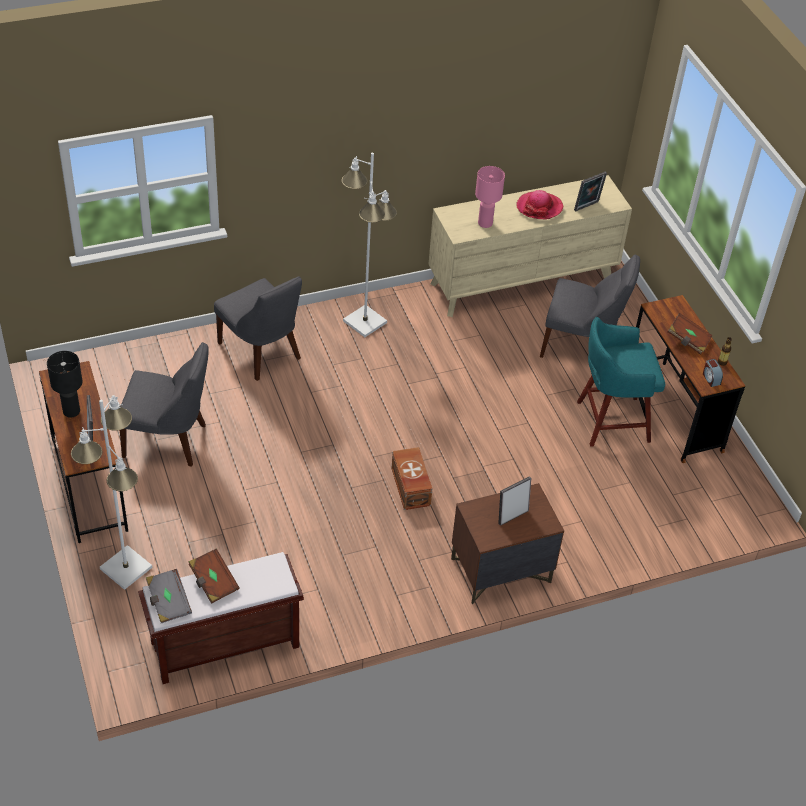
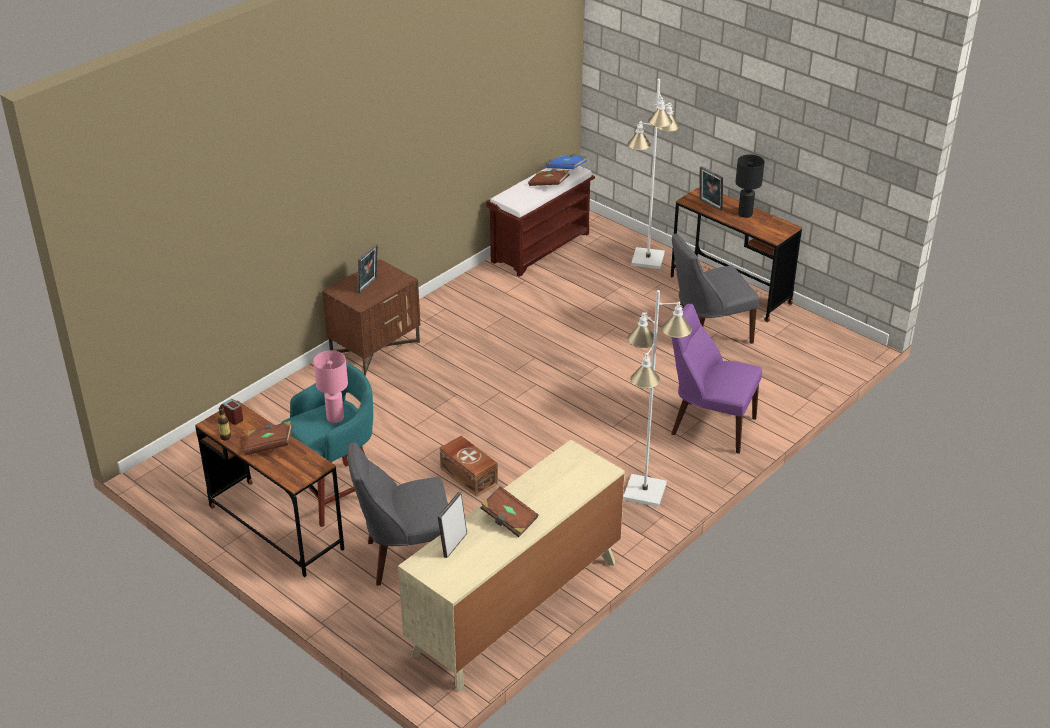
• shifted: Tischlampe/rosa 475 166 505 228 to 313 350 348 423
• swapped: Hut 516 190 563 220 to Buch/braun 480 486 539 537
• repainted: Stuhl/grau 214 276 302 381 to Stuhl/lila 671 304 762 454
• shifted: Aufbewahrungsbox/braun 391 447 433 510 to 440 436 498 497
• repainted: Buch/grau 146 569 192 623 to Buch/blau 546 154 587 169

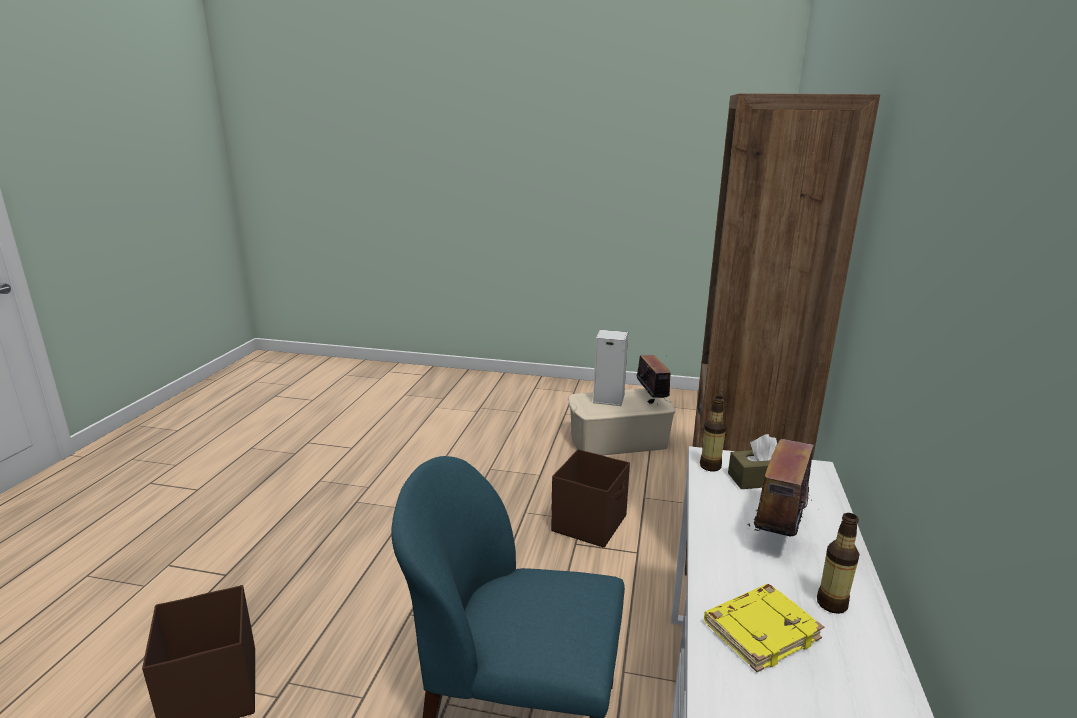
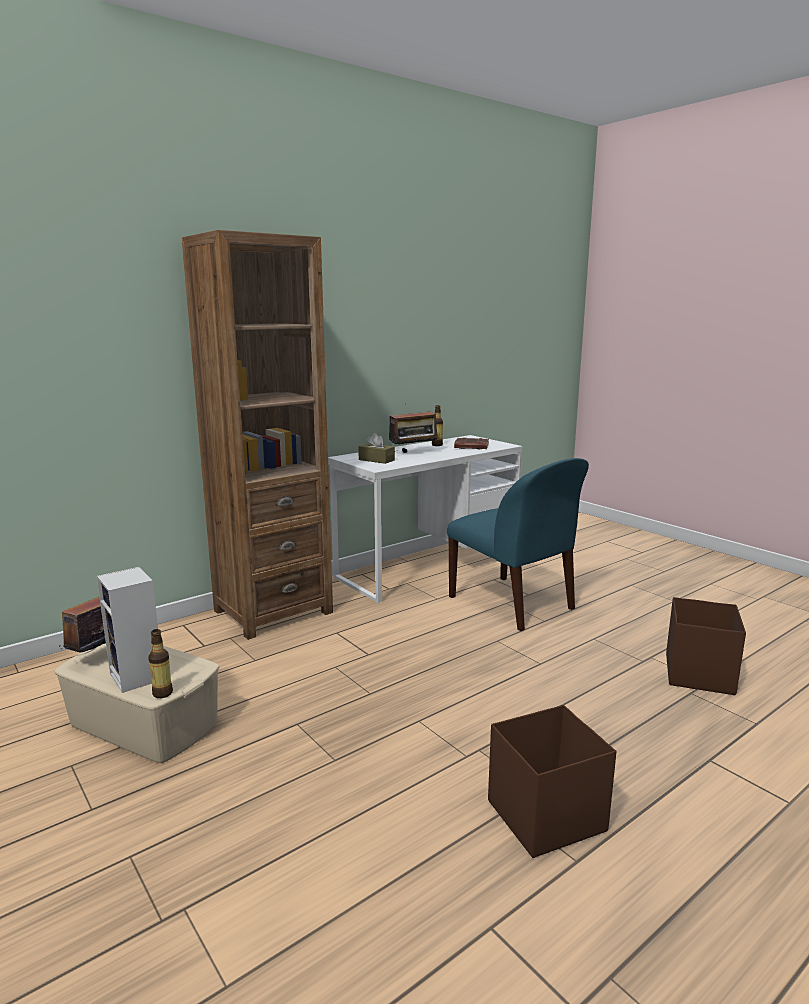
• shifted: Flasche 700 396 726 471 to 148 629 173 698
• shifted: Aufbewahrungsbox/braun 551 449 630 548 to 488 705 616 858
• repainted: Buch/gelb 704 584 824 672 to Buch/braun 454 437 489 449

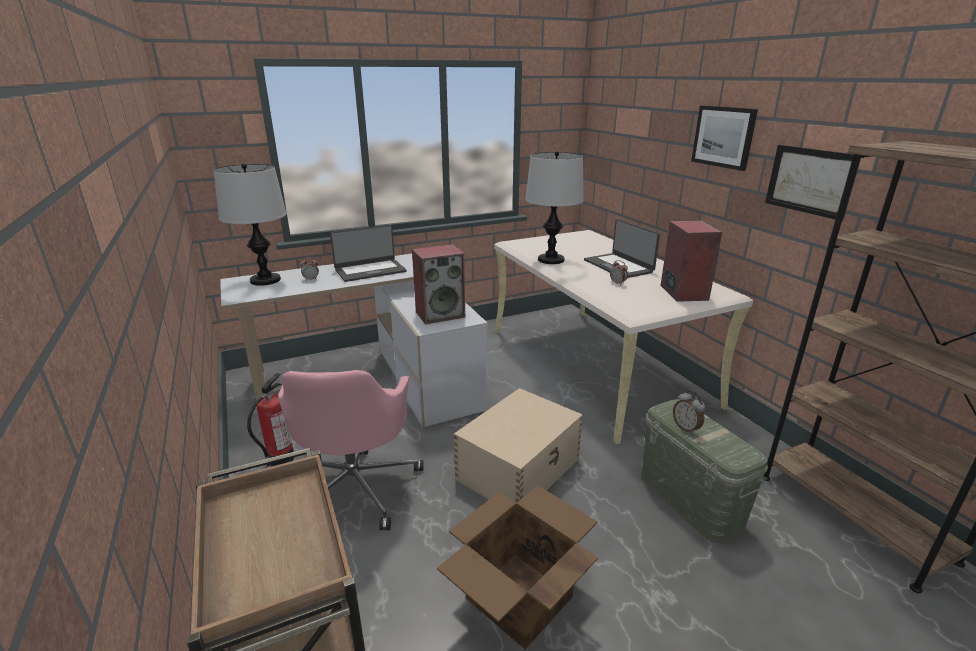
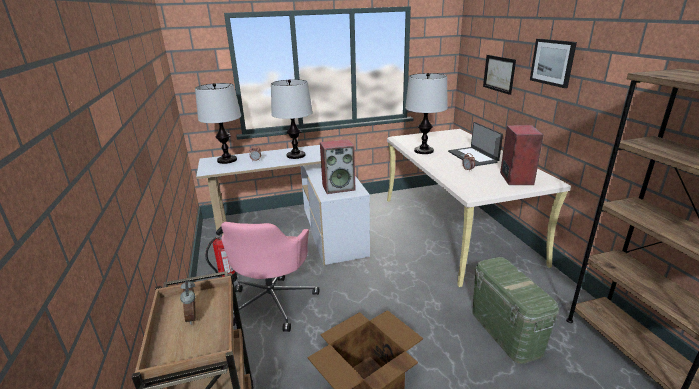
• shifted: Bild 765 145 861 221 to 483 55 516 95
• swapped: Laptop 330 225 407 282 to Tischlampe 271 79 313 159
• gone: Aufbewahrungsbox/beige 454 388 583 503
• shifted: Wecker 673 391 705 434 to 180 280 196 325

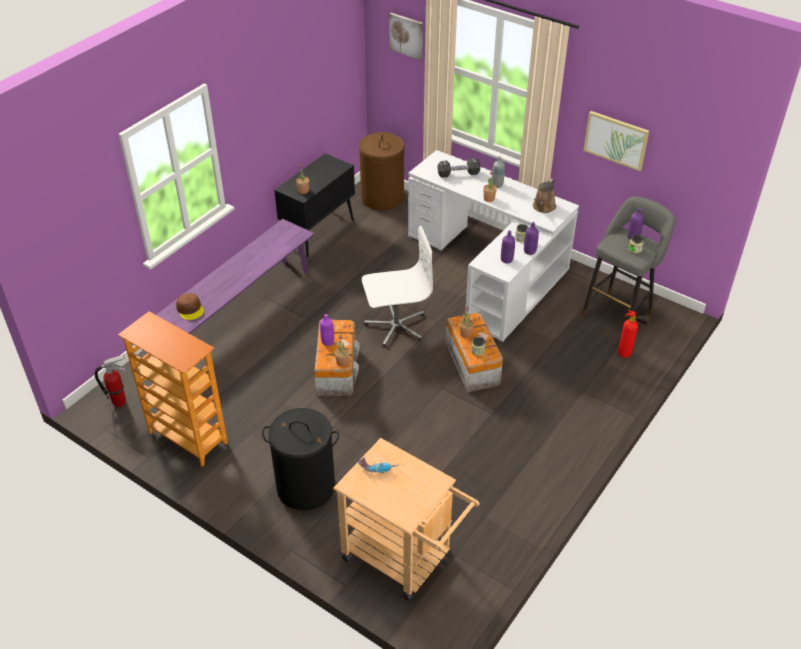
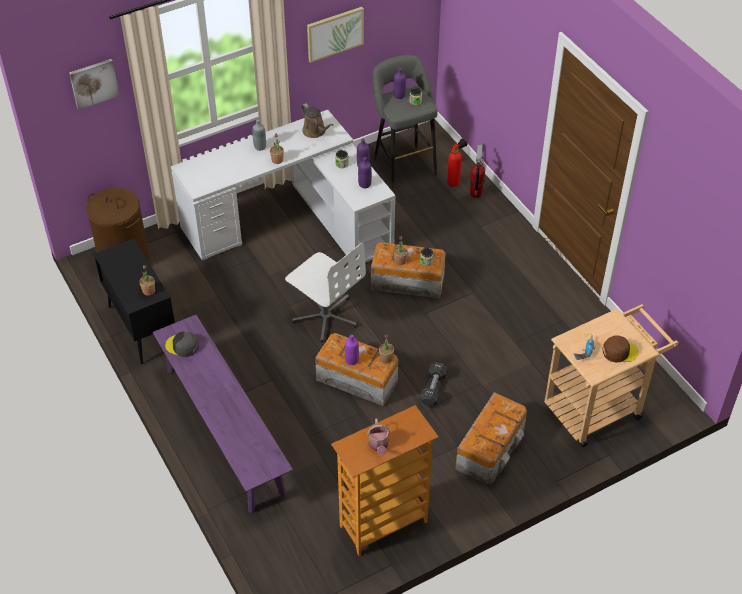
• shifted: Hantel/schwarz 438 158 480 178 to 420 362 448 407
• rotated: Bürostuhl/weiß 362 226 433 347 = 285 243 366 342 120 degrees clockwise
• shifted: Kappe/braun 176 293 204 320 to 603 335 638 362
• shifted: Feuerlöscher 95 355 127 407 to 470 144 485 198
• swapped: Wäschekorb/schwarz 262 408 339 510 to Aufbewahrungsbox 456 392 527 484
• new: Kappe/grau 165 331 199 357
• new: Gießkanne 367 418 390 456

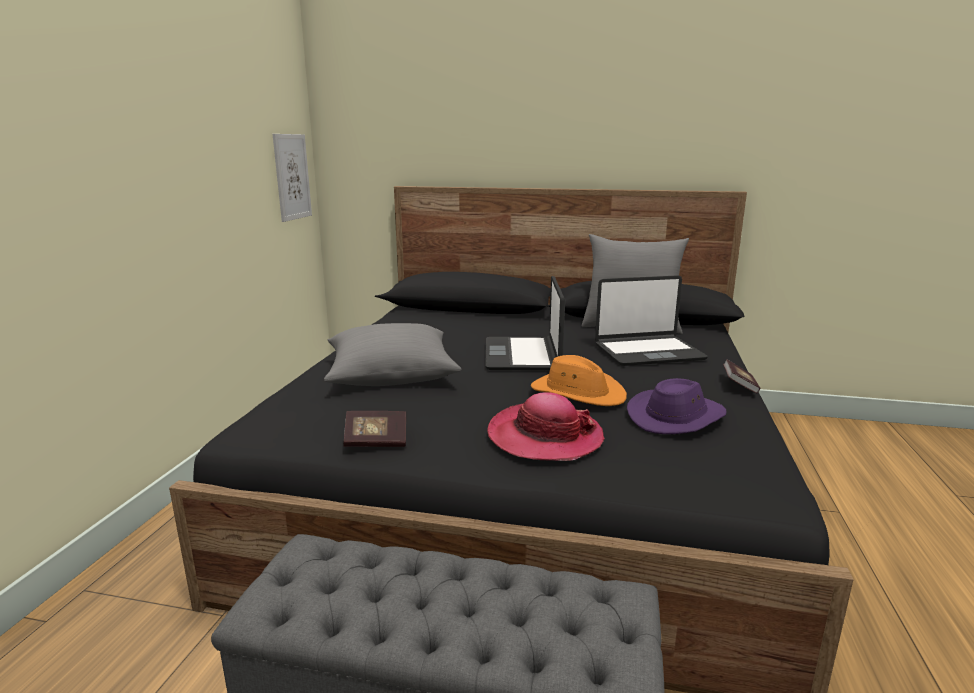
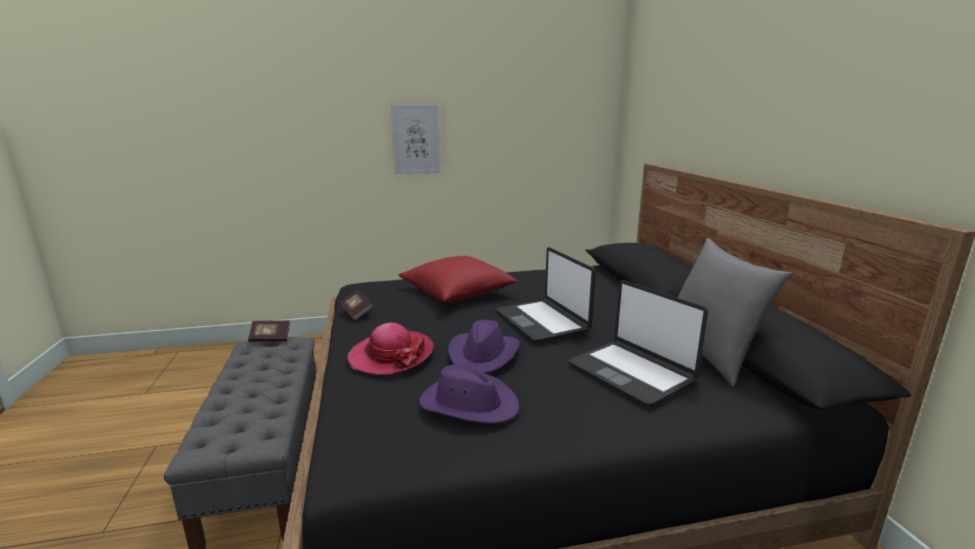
• shifted: Bild 273 134 312 222 to 391 104 441 174
• rotated: Laptop 485 276 565 370 = 496 247 596 342 90 degrees counterclockwise
• repainted: Kissen/grau 324 323 461 386 to Kissen/rot 399 256 518 302
• repainted: Hut/orange 531 355 627 406 to Hut/lila 448 320 520 373
• shifted: Buch 723 359 760 394 to 248 321 290 342

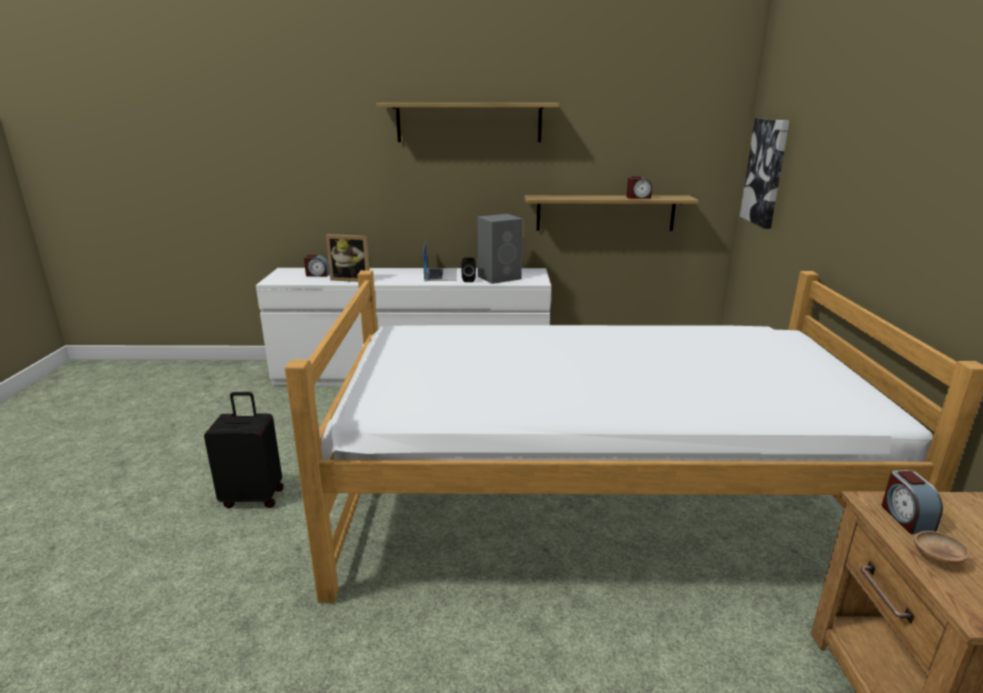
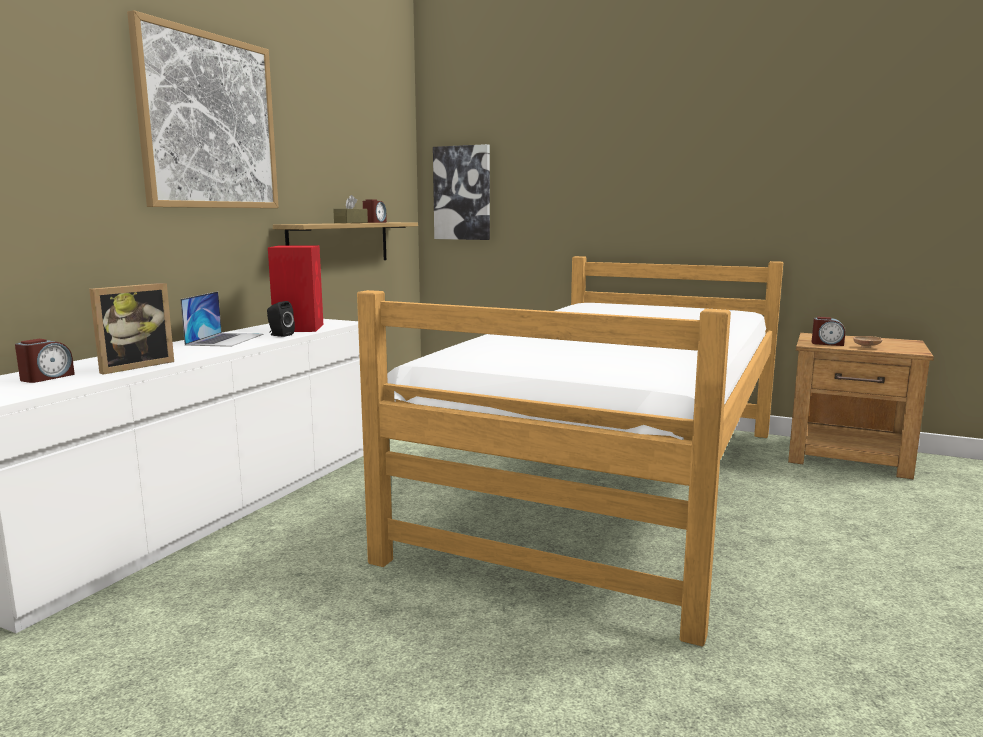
• swapped: Wandregal 376 103 559 142 to Bild 127 10 279 208
• repainted: Lautsprecher/grau 477 214 523 284 to Lautsprecher/rot 268 245 323 332
• rotated: Laptop 423 241 457 281 = 180 291 264 347 75 degrees clockwise
• gone: Koffer/schwarz 204 392 284 508
• new: Taschentuchbox/braun 333 195 368 223

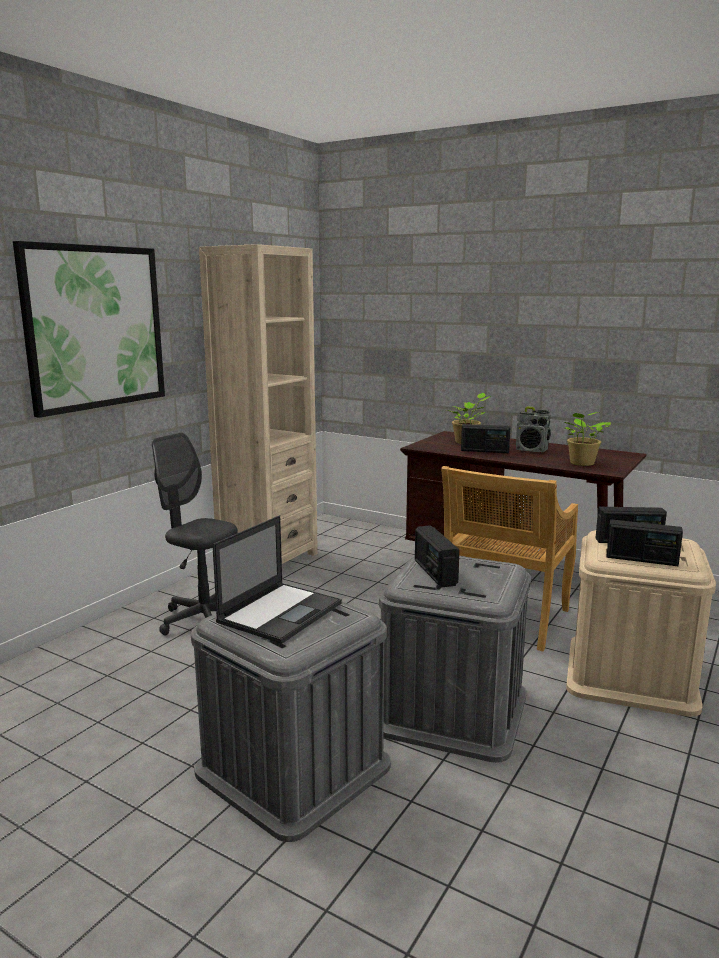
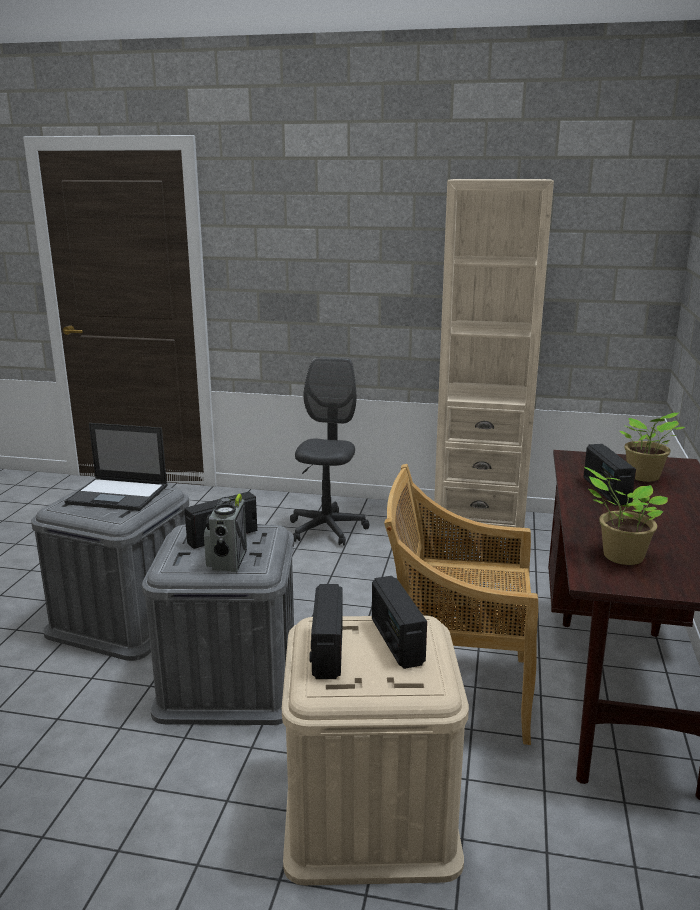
• gone: Bild 13 241 165 418
• shifted: Radio 516 406 551 452 to 204 493 247 572

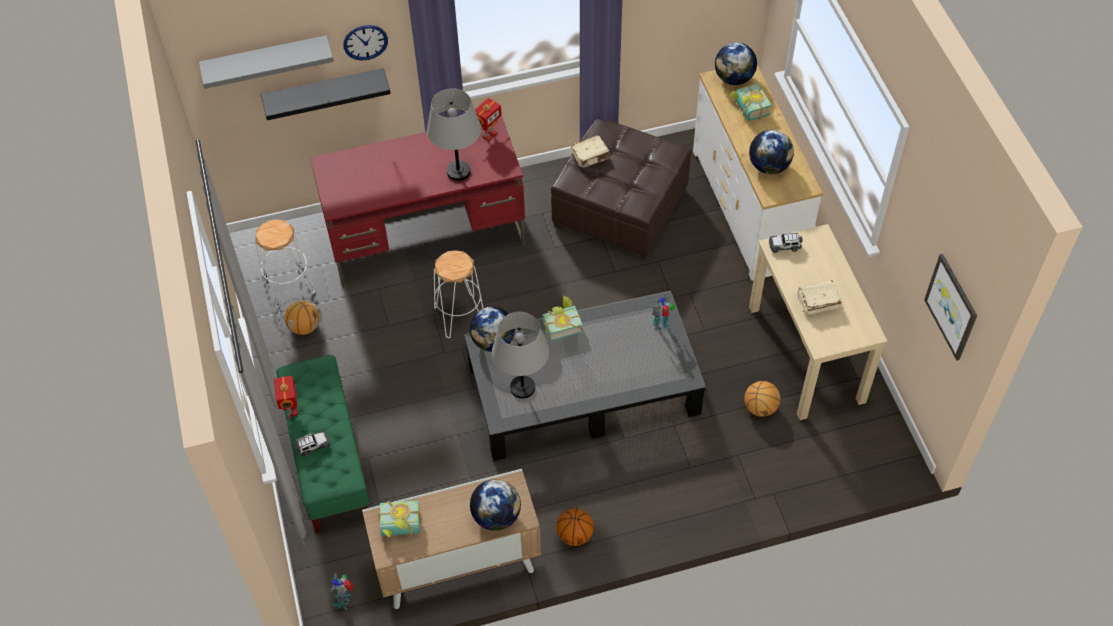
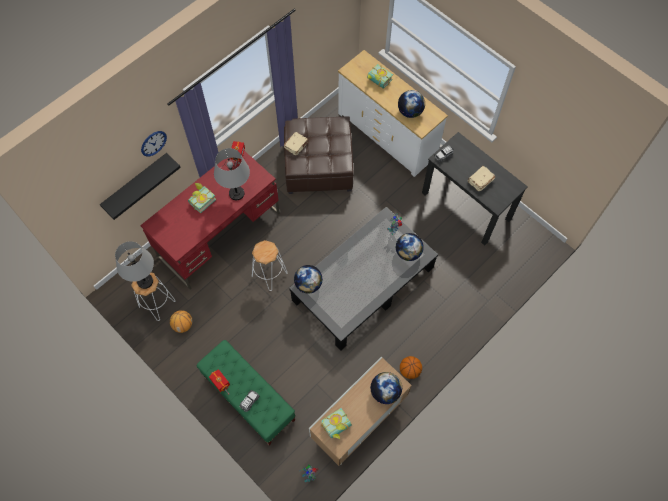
• gone: Wandregal/grau 199 35 334 89
• shifted: Globus 715 42 757 85 to 395 233 424 261
• repainted: Schreibtisch/beige 749 224 887 420 to Schreibtisch/schwarz 422 132 528 245
• gone: Bild 924 254 977 360
• shifted: Buch 542 296 583 341 to 188 183 216 213
• shifted: Tischlampe/grau 492 312 549 399 to 115 241 154 289
• gone: Basketball 744 381 780 417

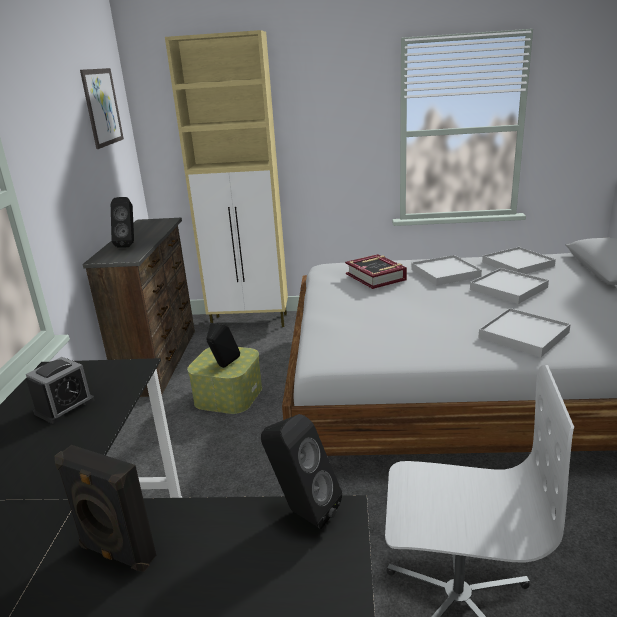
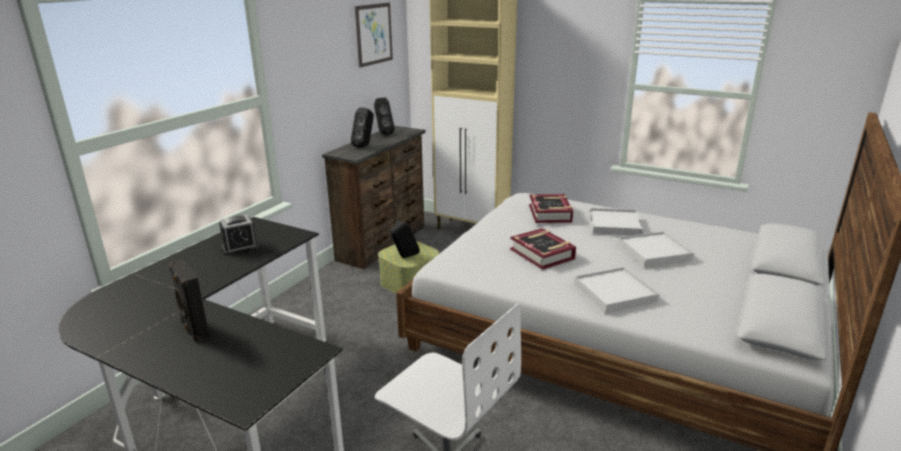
• gone: Tablett/weiß 482 247 556 274
• shifted: Lautsprecher/schwarz 261 414 342 529 to 374 98 395 135
• new: Buch 510 228 576 270

